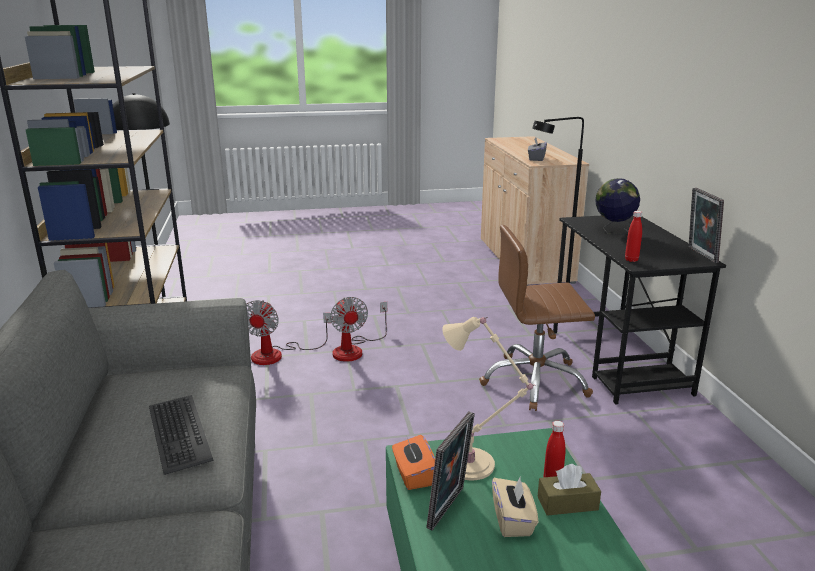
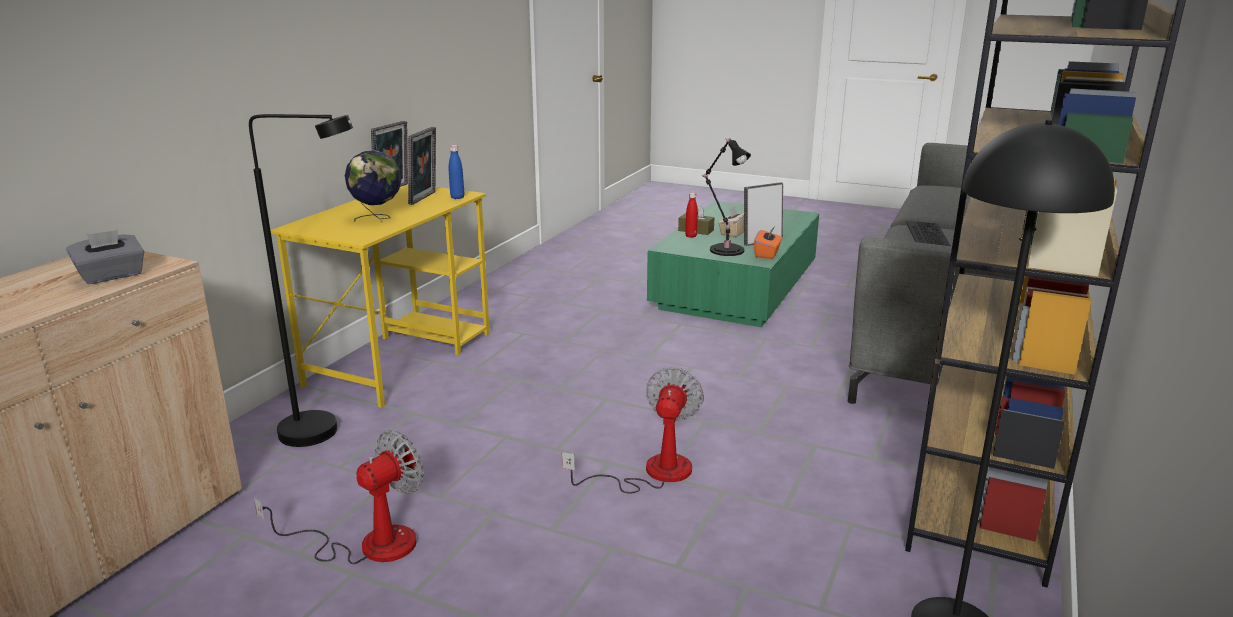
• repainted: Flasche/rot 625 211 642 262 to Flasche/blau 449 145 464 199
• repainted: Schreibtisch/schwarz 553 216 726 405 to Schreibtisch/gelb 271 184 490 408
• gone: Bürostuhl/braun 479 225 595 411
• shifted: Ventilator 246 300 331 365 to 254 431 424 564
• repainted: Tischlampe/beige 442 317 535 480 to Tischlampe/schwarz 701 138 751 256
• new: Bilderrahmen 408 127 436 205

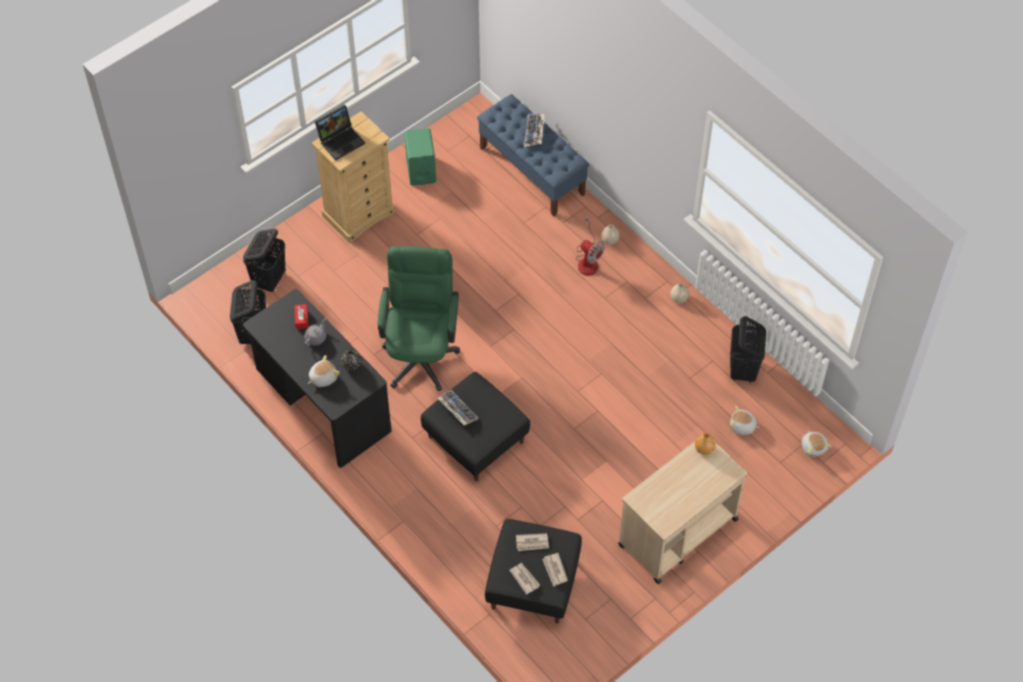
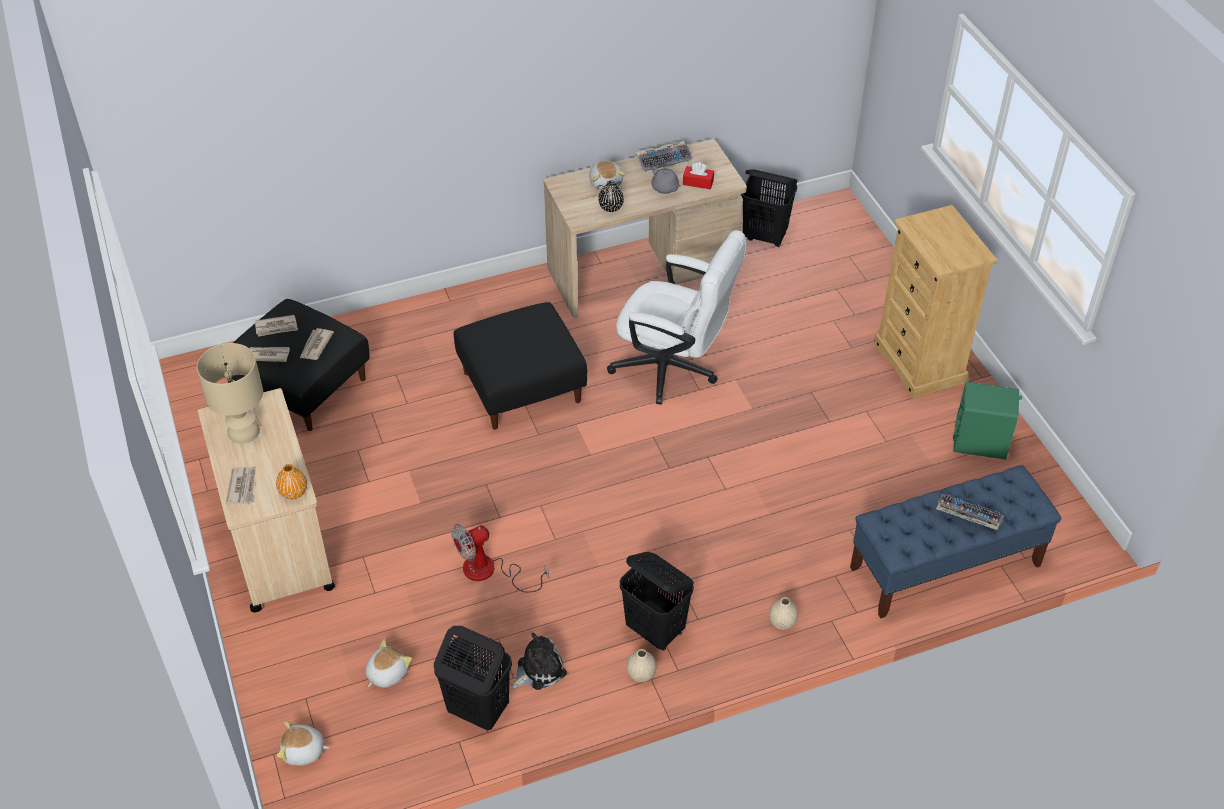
• gone: Laptop 315 104 365 160
• shifted: Ventilator 576 215 605 275 to 452 524 549 593
• shifted: Wäschekorb/schwarz 243 229 285 292 to 620 552 694 651
• repainted: Bürostuhl/grün 378 246 460 392 to Bürostuhl/weiß 607 230 746 405
• repainted: Schreibtisch/schwarz 243 289 391 468 to Schreibtisch/beige 544 139 747 318
• shifted: Tastatur 437 390 479 425 to 636 141 693 173
• new: Tischlampe/beige 197 343 263 444
• new: Zeitung 226 467 256 504
• new: Plüschtier 511 633 567 690

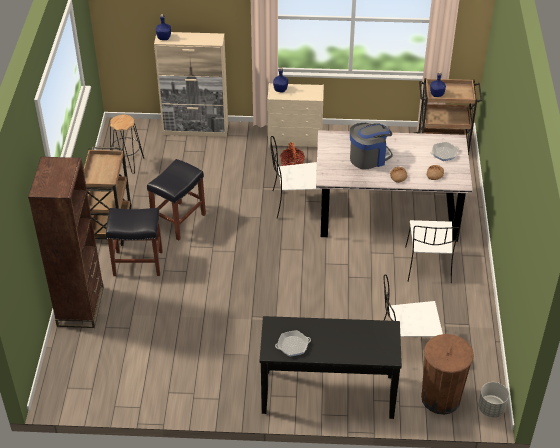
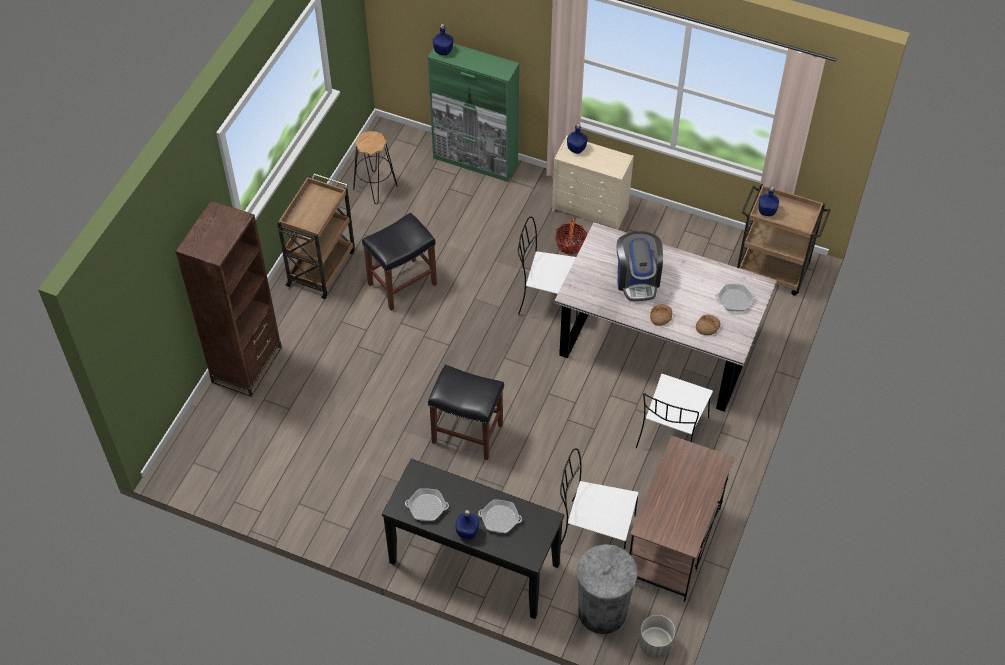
• repainted: Schrank/beige 154 32 228 137 to Schrank/grün 428 44 519 182
• rotated: Kaffeemaschine 350 123 393 170 = 617 231 663 301 90 degrees clockwise
• shifted: Hocker/schwarz 106 208 163 276 to 428 365 504 460
• repainted: Mülleimer/braun 421 334 474 415 to Mülleimer/grau 577 544 638 634
• new: Schreibtisch/braun 629 435 735 602
• new: Pfanne 478 499 522 533
• new: Flasche/blau 455 510 479 539

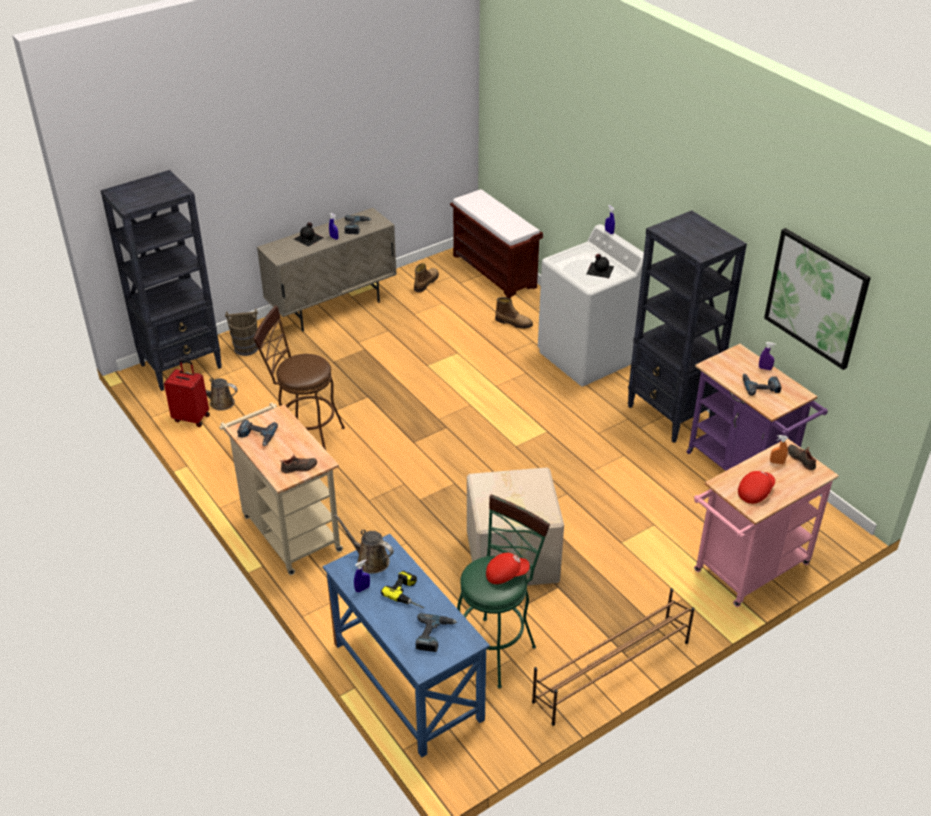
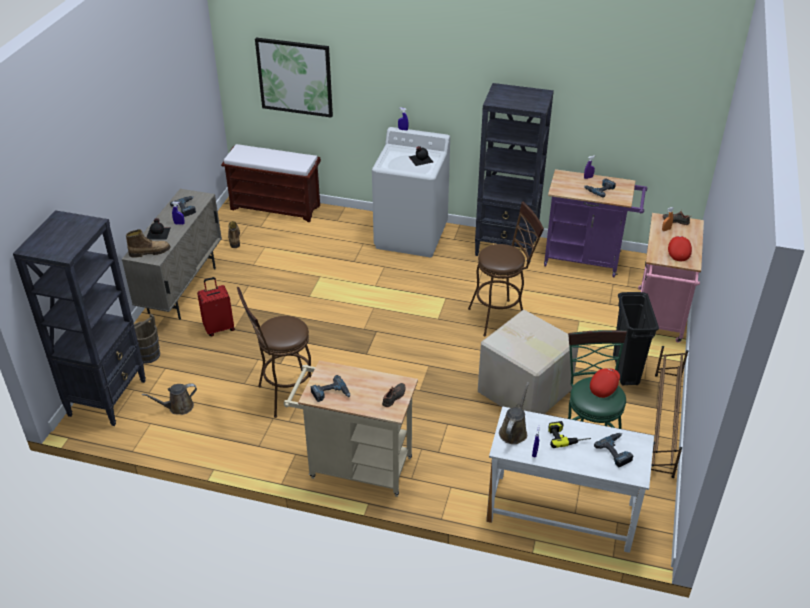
• shifted: Bild 764 228 871 370 to 255 38 333 118
• shifted: Stiefel 495 297 533 329 to 126 229 171 258
• shifted: Koffer/rot 164 359 210 427 to 197 277 235 336
• rotated: Gießkanne/braun 334 514 394 574 = 499 382 529 444 120 degrees clockwise
• repainted: Schreibtisch/blau 323 534 490 757 to Schreibtisch/weiß 486 406 654 553
• new: Hocker/braun 468 202 544 337
• new: Mülleimer/schwarz 613 292 659 386

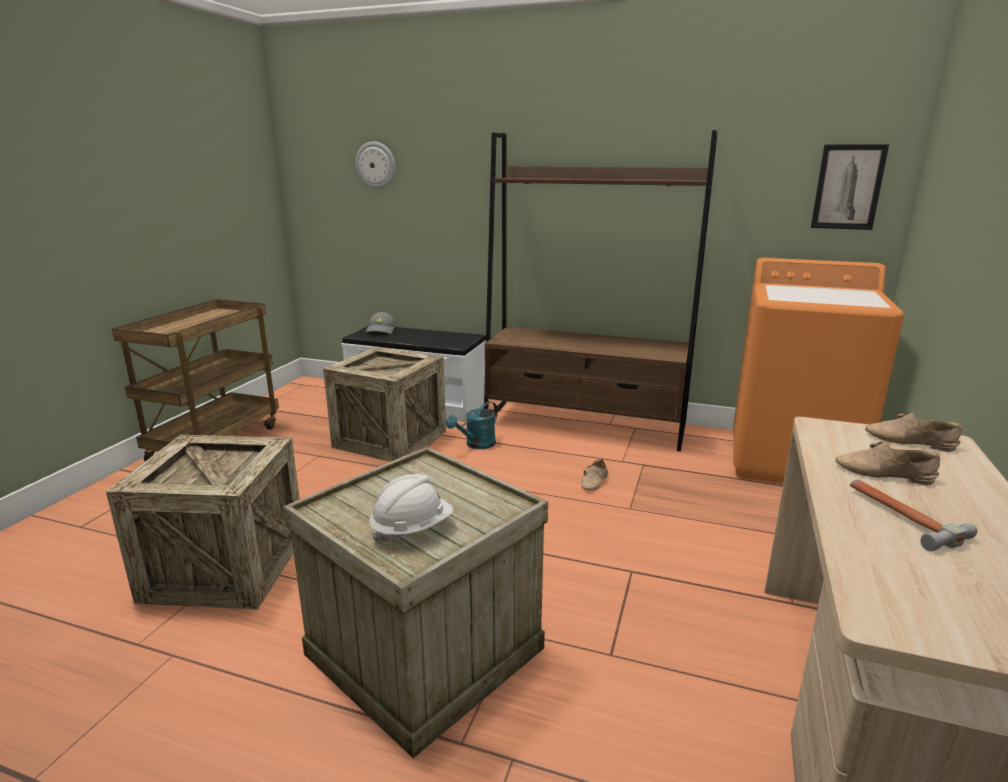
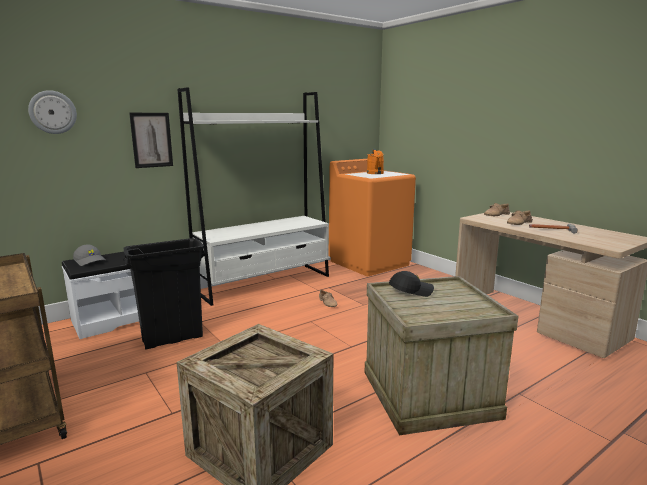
• repainted: Bücherregal/braun 484 130 718 451 to Bücherregal/weiß 177 87 329 306
• shifted: Bild 811 144 889 230 to 129 113 173 168
• swapped: Kiste 323 346 446 462 to Mülleimer/schwarz 123 238 206 349
• gone: Gießkanne/türkis 446 401 498 449
• gone: Schutzhelm/weiß 369 474 453 544
• new: Gießkanne/orange 367 149 384 174
• new: Kappe/schwarz 389 271 434 297

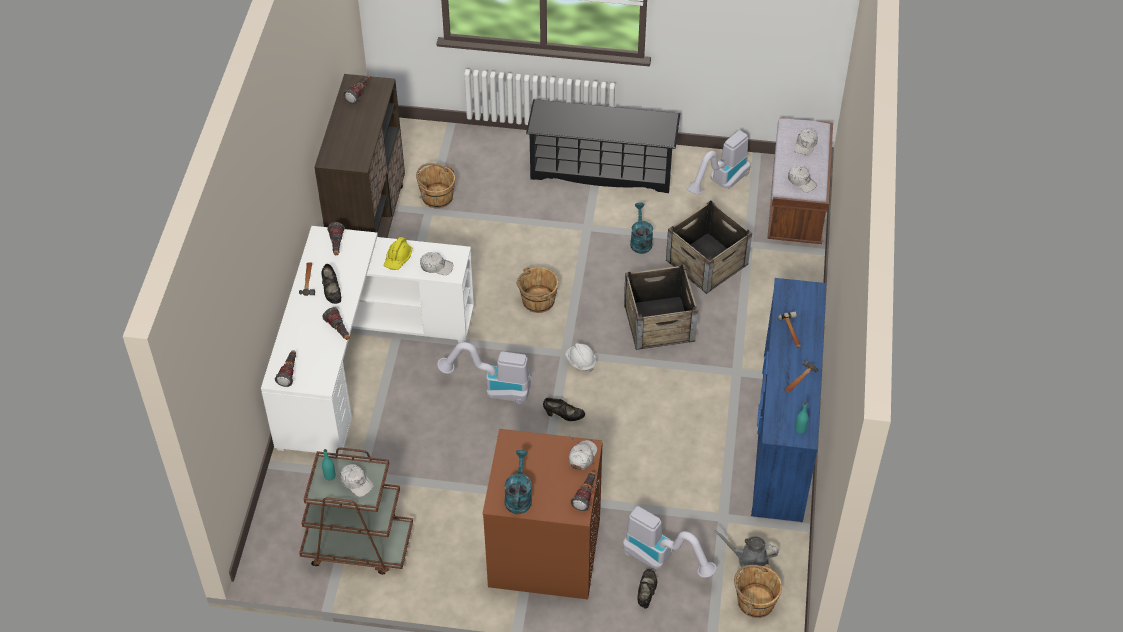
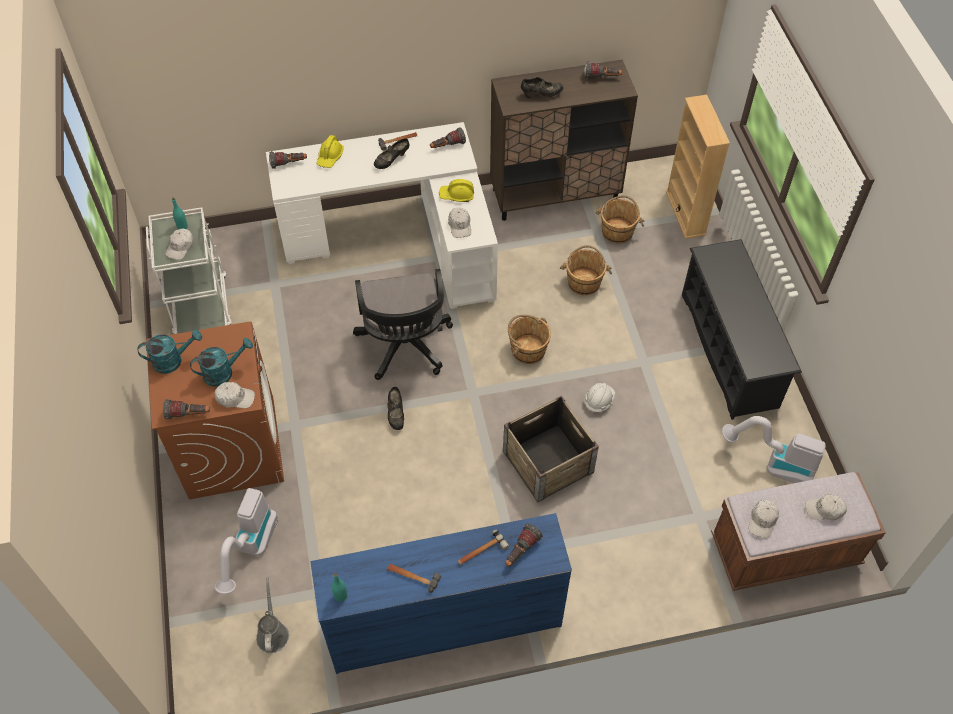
• gone: Kiste 666 201 752 294
• shifted: Gießkanne/türkis 630 202 653 254 to 190 338 253 387
• shifted: Taschenlampe 323 307 350 340 to 505 523 543 567
• swapped: Staubsauger 437 342 531 404 to Bürostuhl/schwarz 353 269 453 380
• shifted: Schutzhelm/weiß 565 343 596 372 to 585 383 615 414
• repainted: Rollwagen/braun 299 448 413 574 to Rollwagen/weiß 146 207 232 334
• shifted: Eimer/braun 734 564 782 618 to 560 245 612 295
• shifted: Schuh/schwarz 637 569 657 609 to 521 77 563 99
• new: Bücherregal/beige 666 95 730 239
• new: Schutzhelm/gelb 316 135 344 168

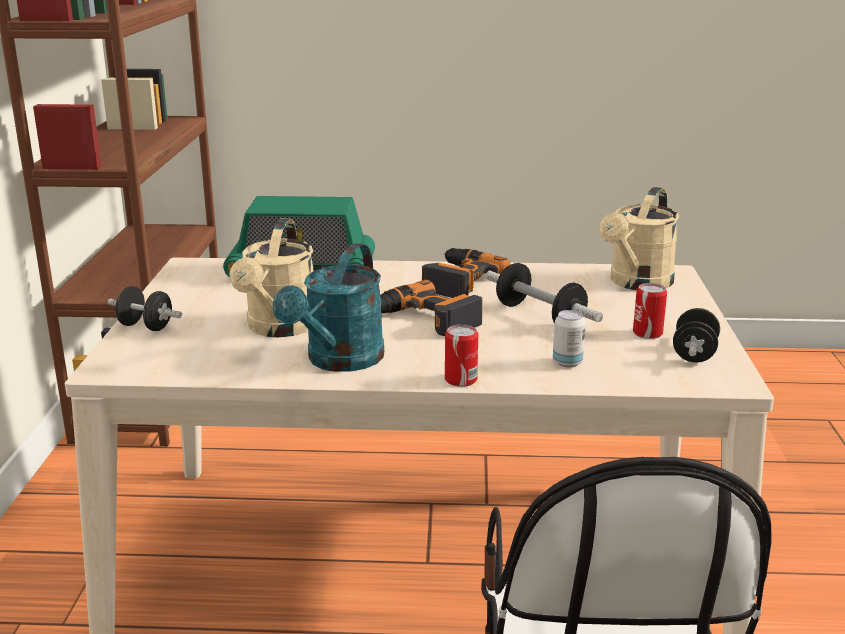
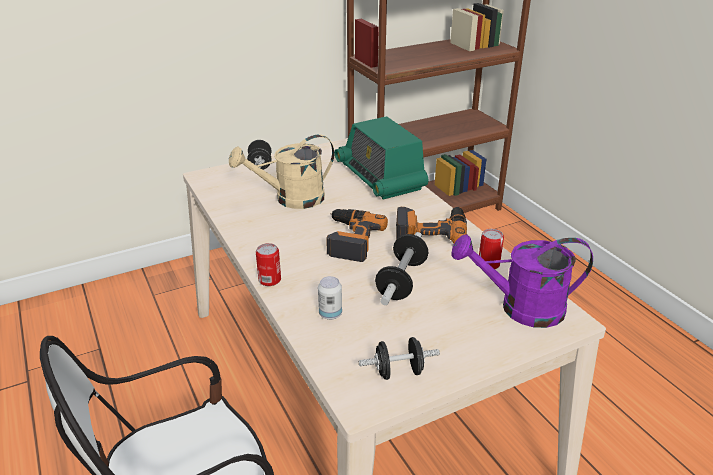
• repainted: Gießkanne/beige 599 187 679 290 to Gießkanne/lila 451 234 593 328
• gone: Gießkanne/türkis 273 243 384 372
• shifted: Dose 633 283 667 339 to 479 229 504 269

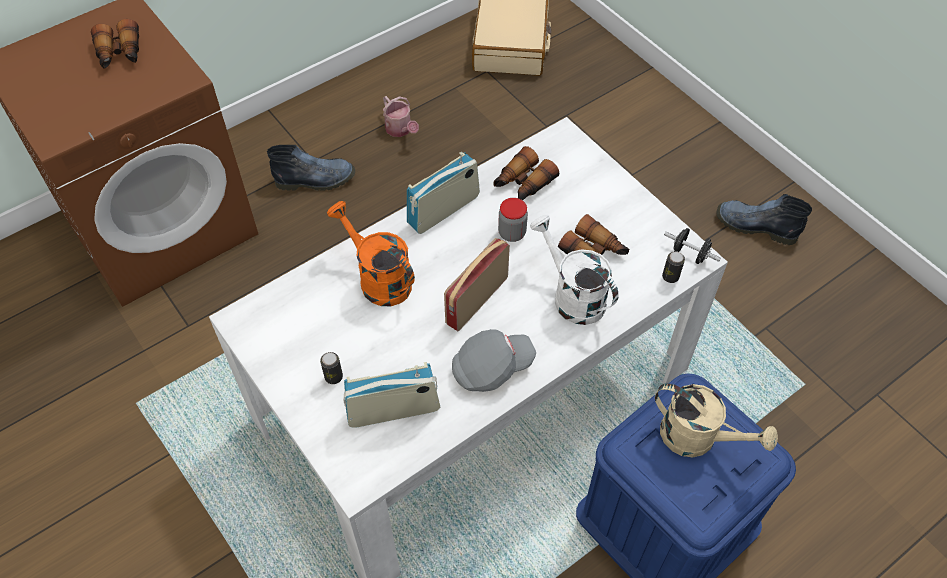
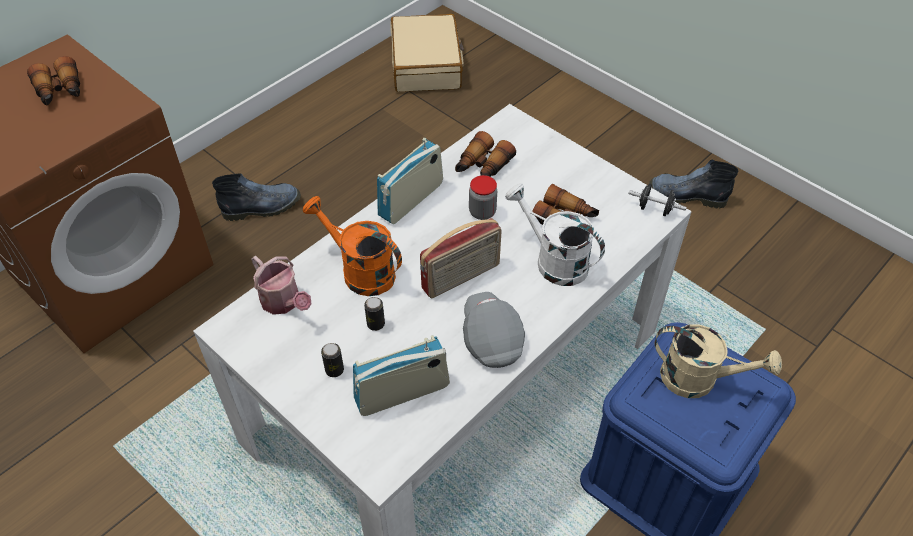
• shifted: Gießkanne 383 96 419 137 to 252 256 312 315
• rotated: Radio 444 238 510 331 = 420 218 502 298 150 degrees counterclockwise
• shifted: Dose 662 251 685 283 to 364 297 385 331
• rotated: Kappe/grau 452 329 536 392 = 463 292 525 368 75 degrees counterclockwise

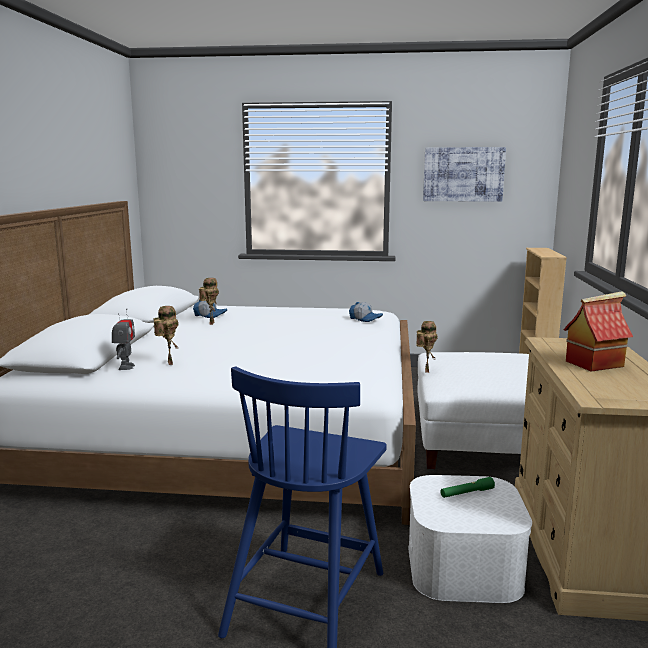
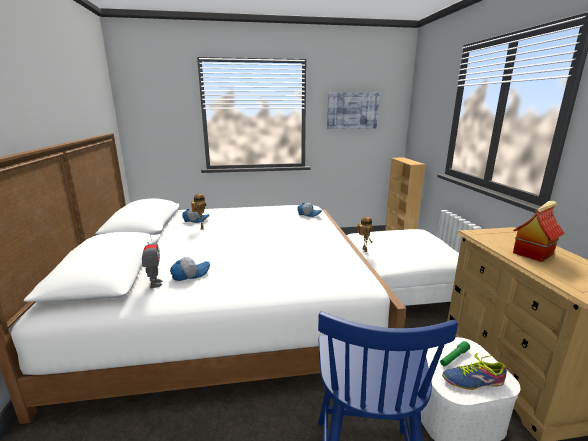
• swapped: Spielzeugroboter 153 306 179 365 to Kappe 170 257 210 281
• new: Schuh 442 353 507 390

